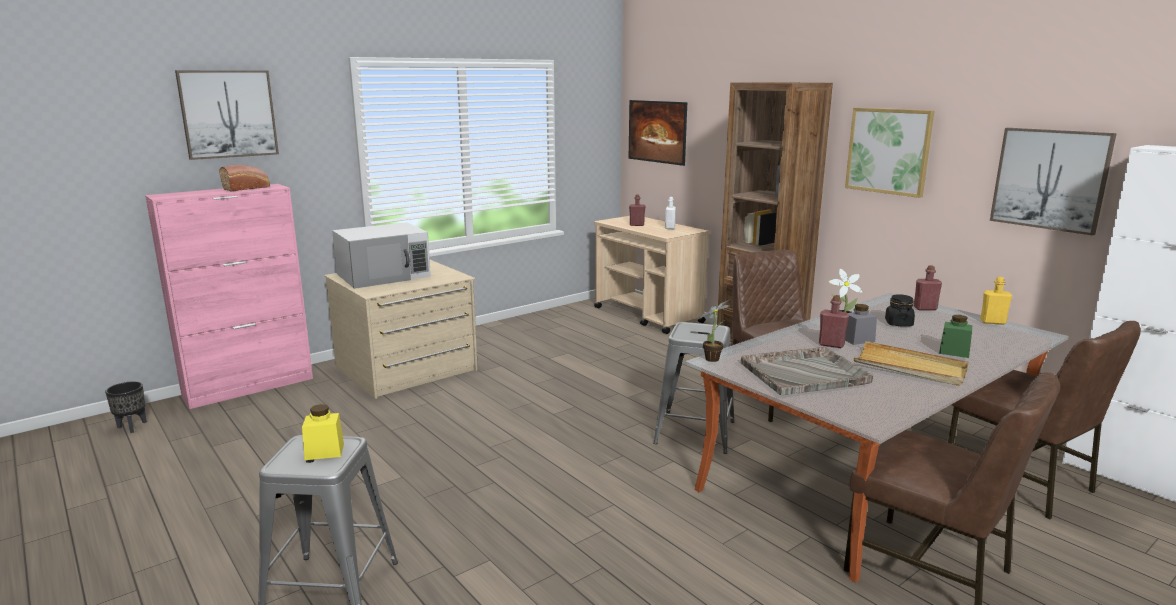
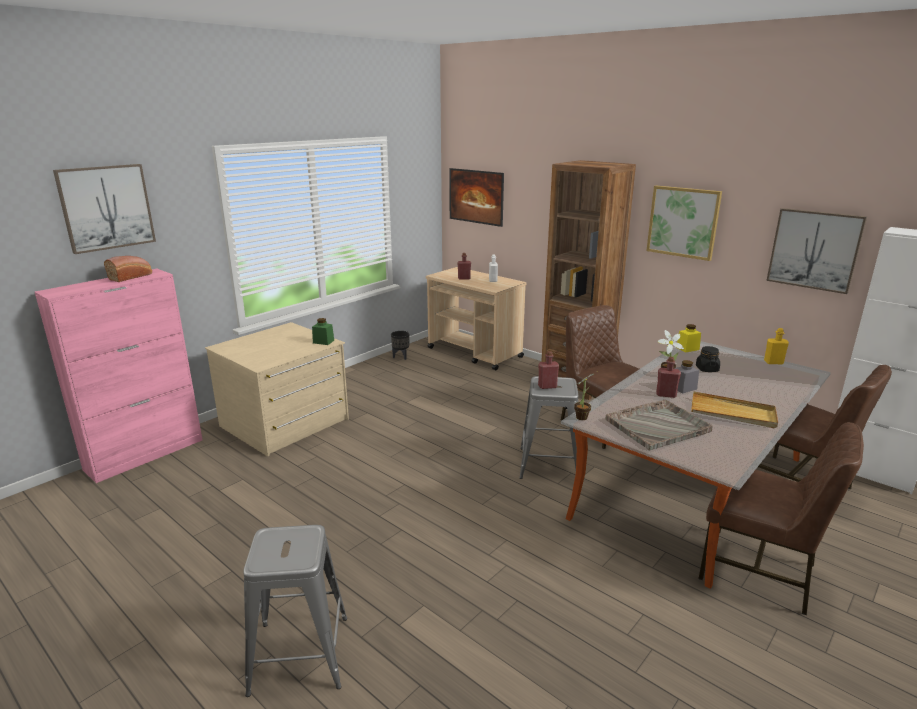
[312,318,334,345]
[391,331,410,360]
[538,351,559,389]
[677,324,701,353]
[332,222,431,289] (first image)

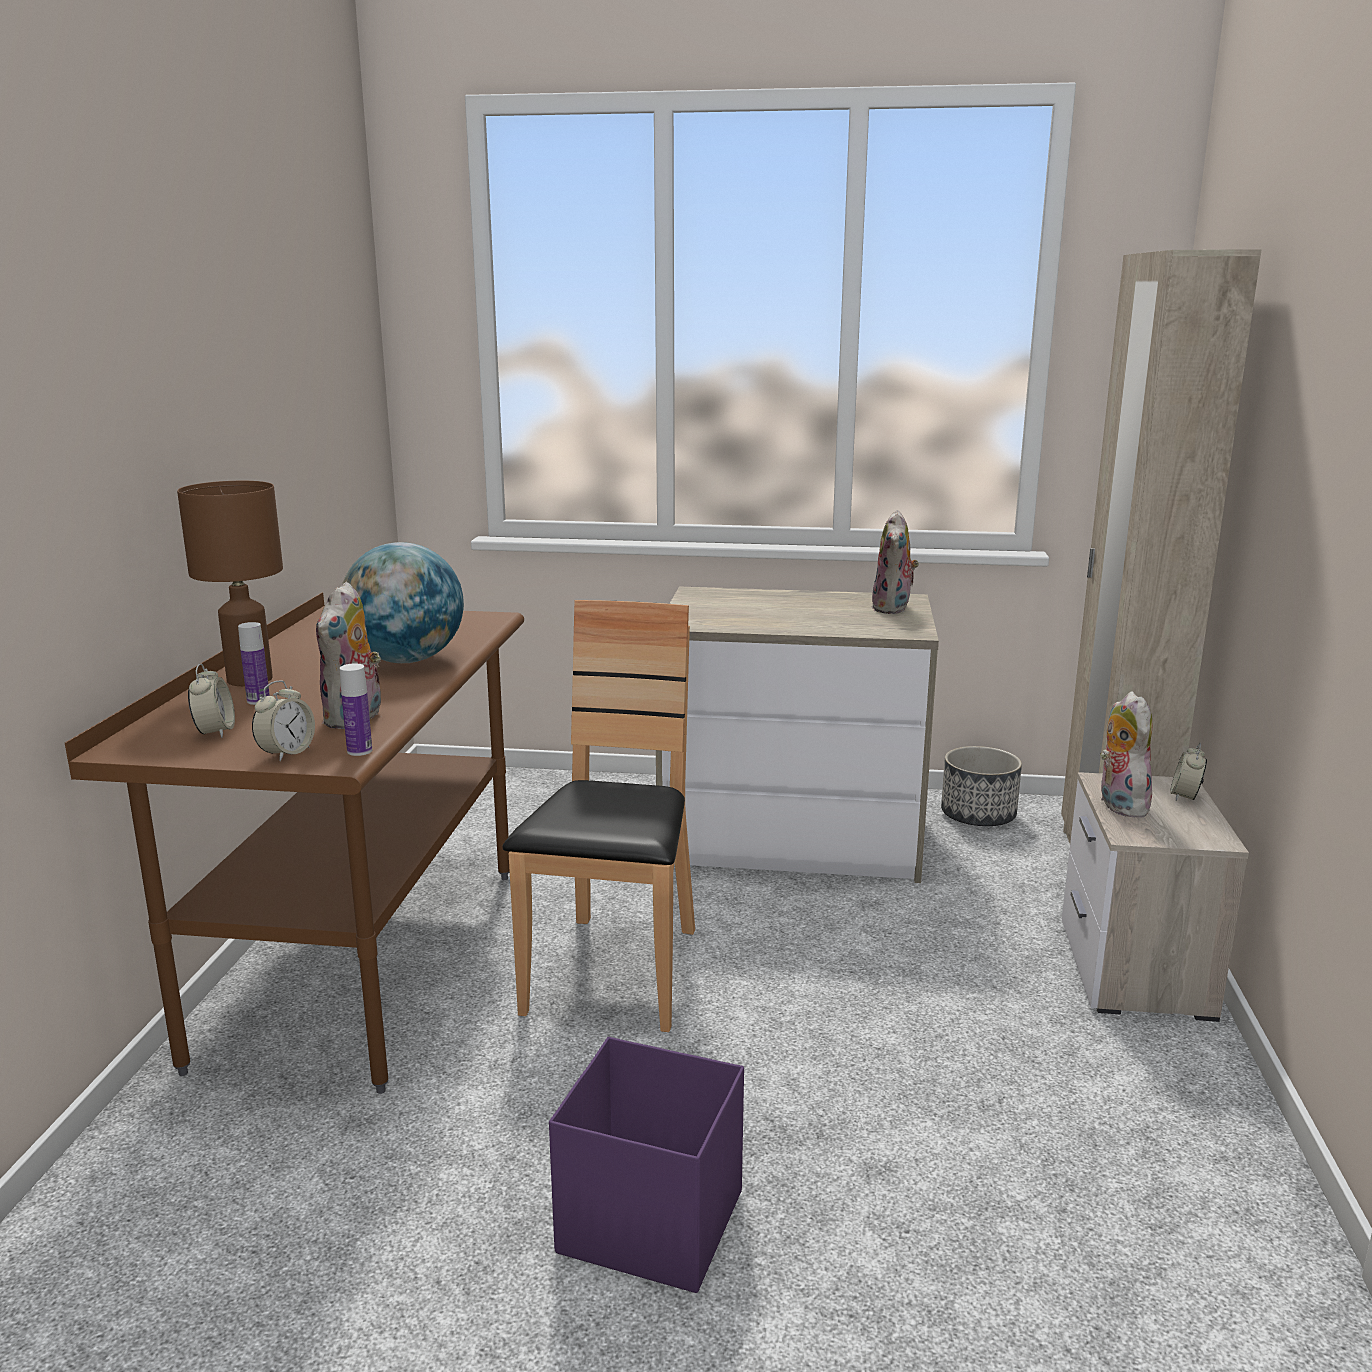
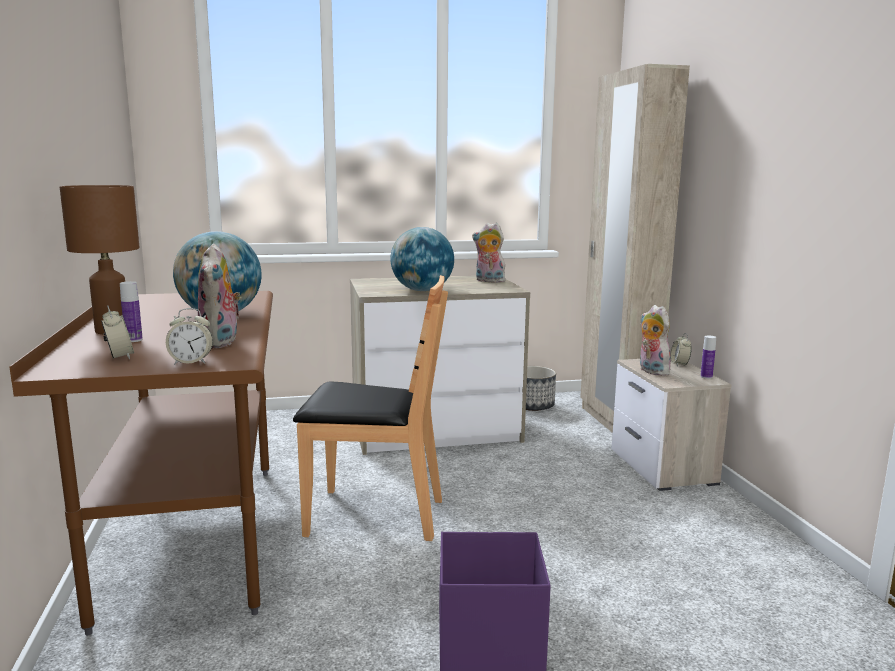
[166,308,213,365]
[293,275,448,541]
[390,227,454,291]
[472,223,507,283]
[700,335,716,379]

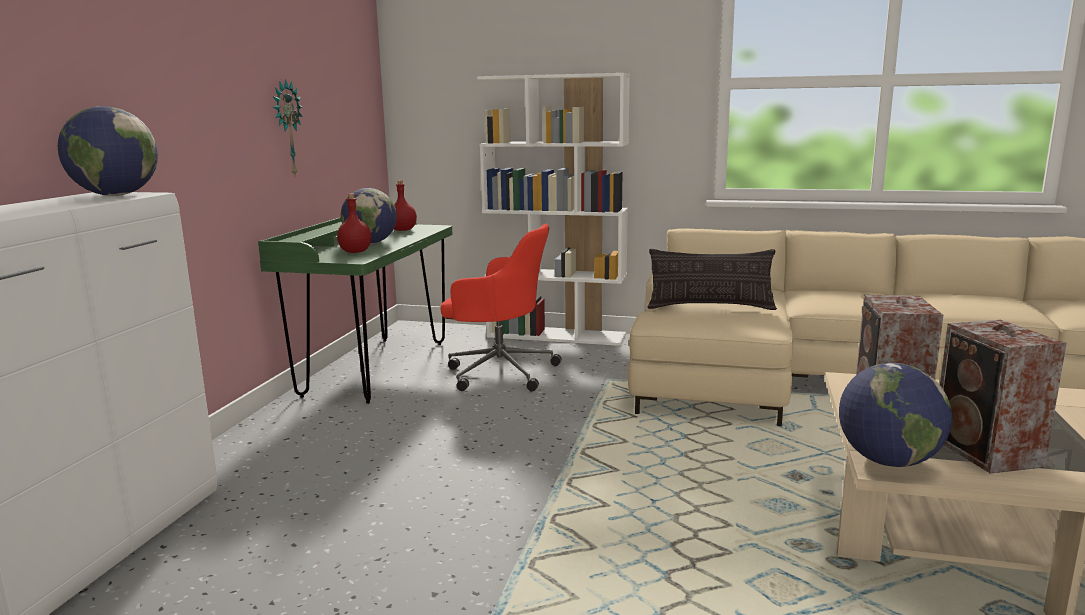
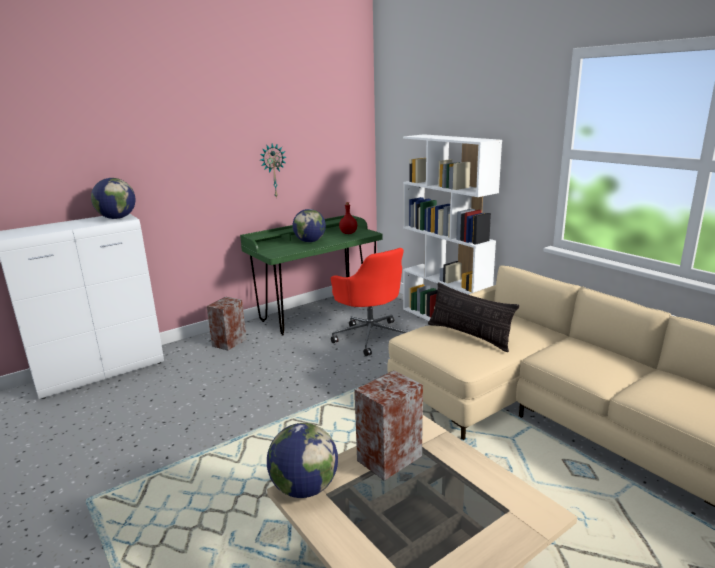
[207,297,247,350]
[337,194,371,253] (first image)

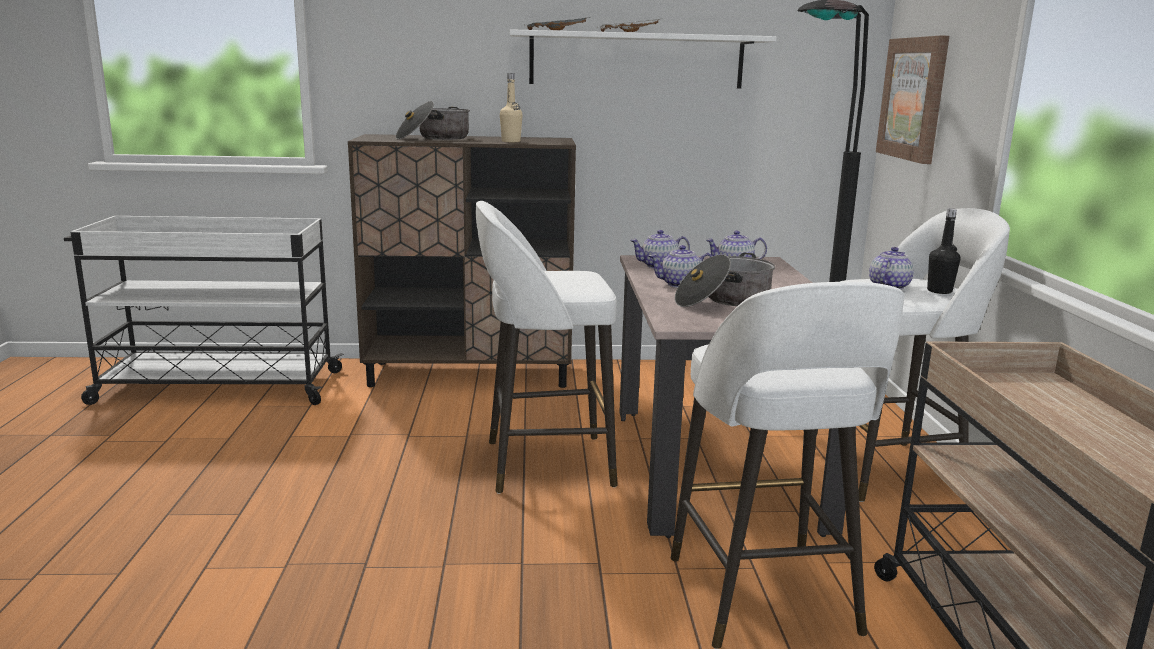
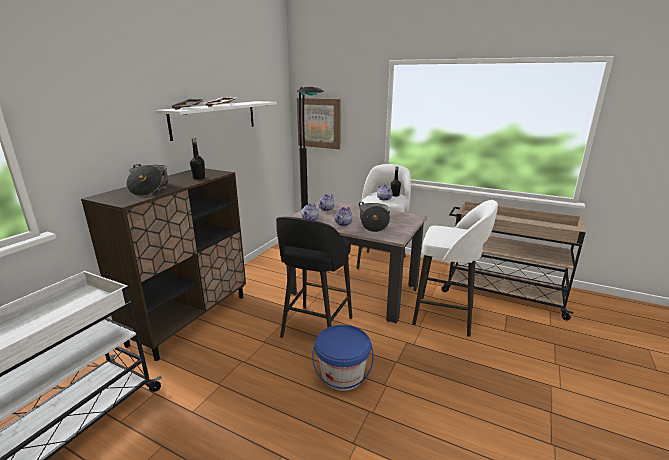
[190,138,205,180]
[276,217,352,338]
[312,325,374,391]

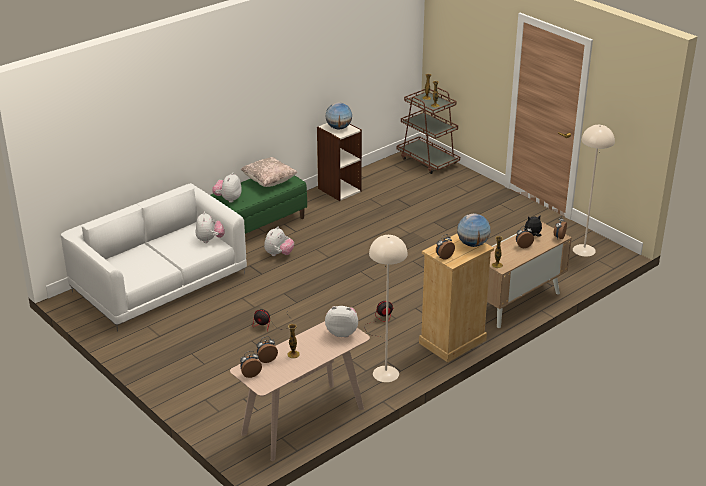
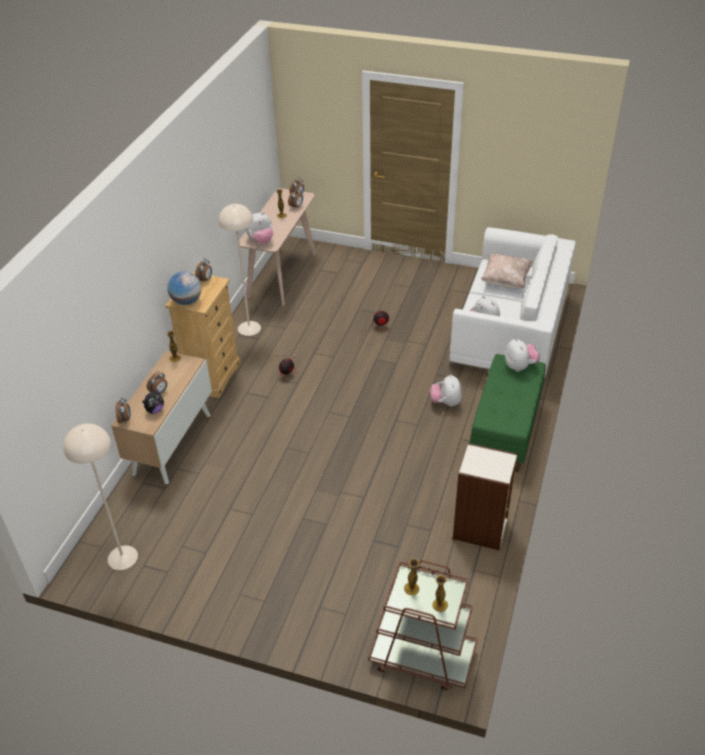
[481,253,533,288]
[325,103,352,129] (first image)

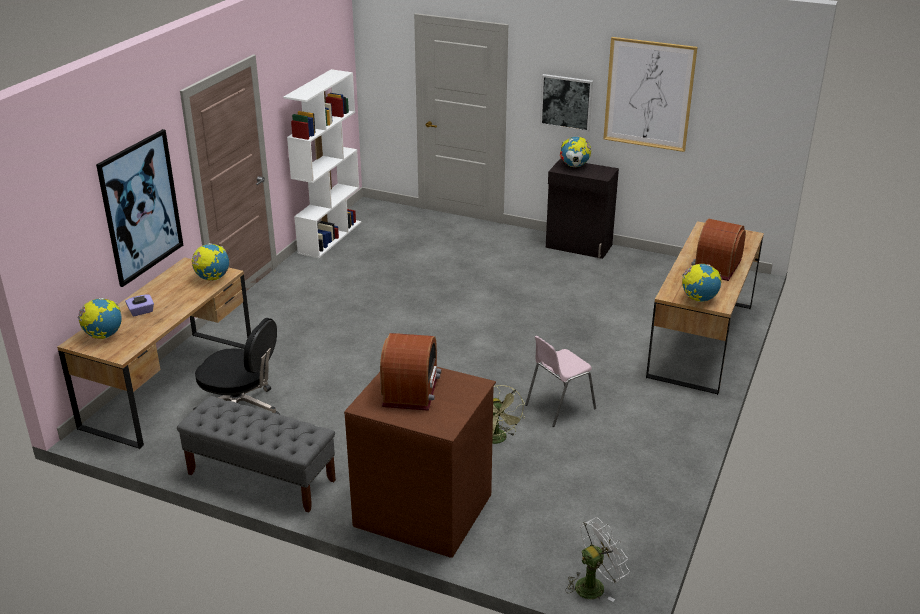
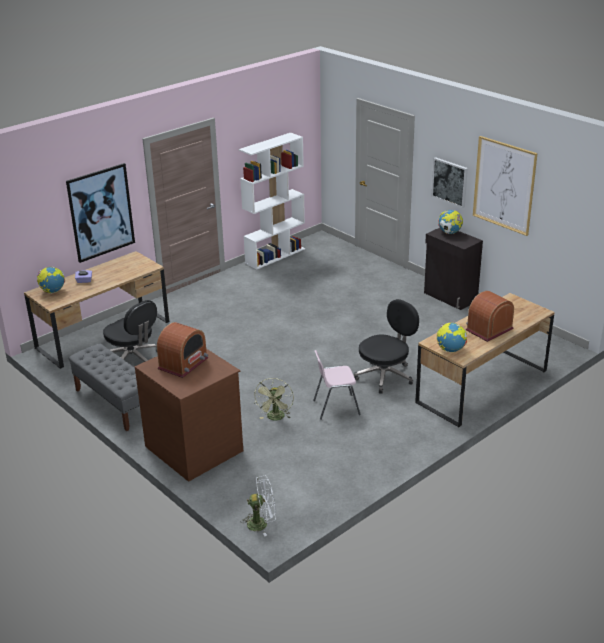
[354,299,419,394]
[192,243,229,281] (first image)

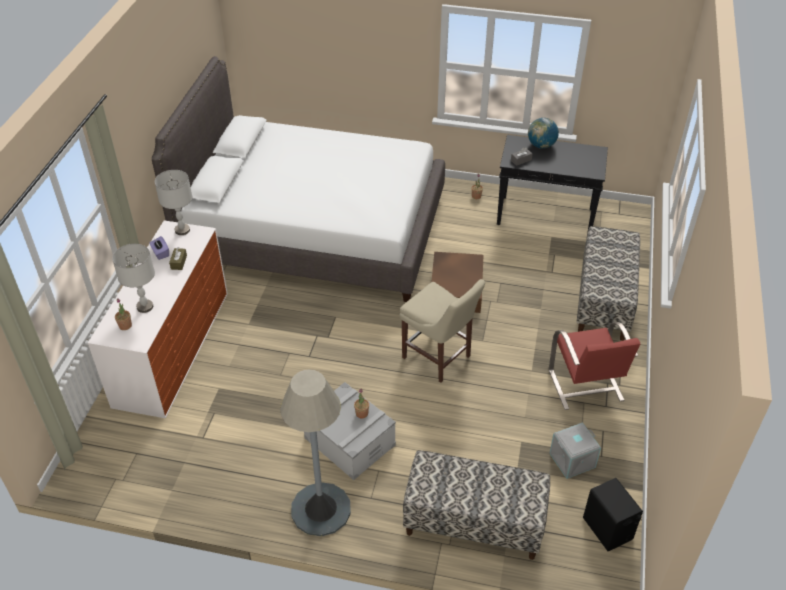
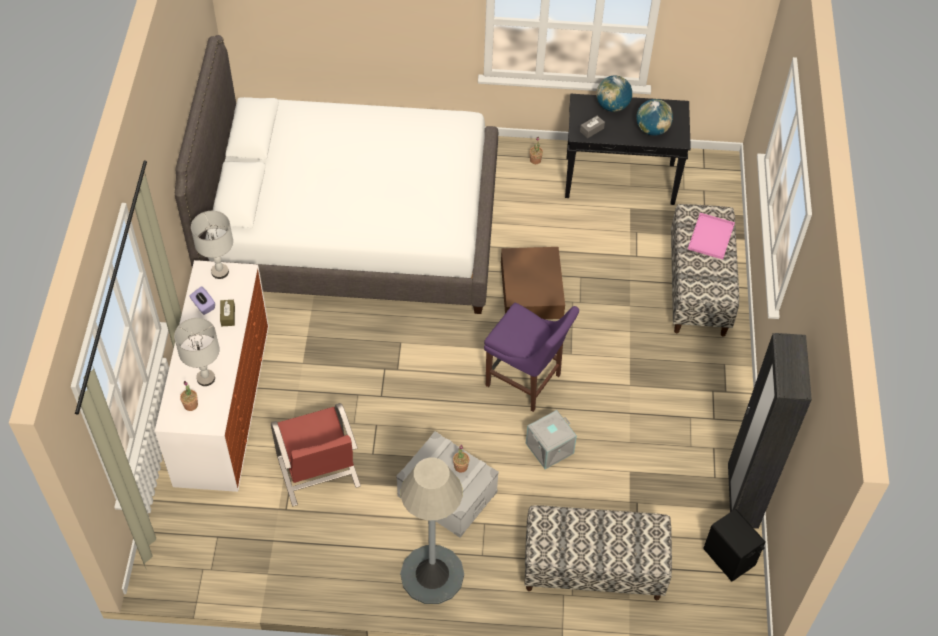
[271,403,361,506]
[484,303,579,412]
[526,410,577,469]
[636,99,673,136]
[688,213,735,259]
[728,333,812,529]

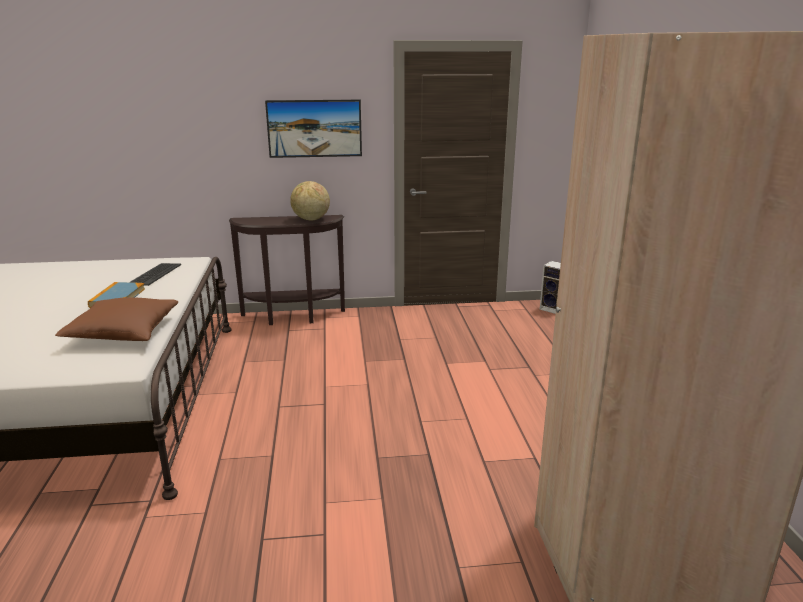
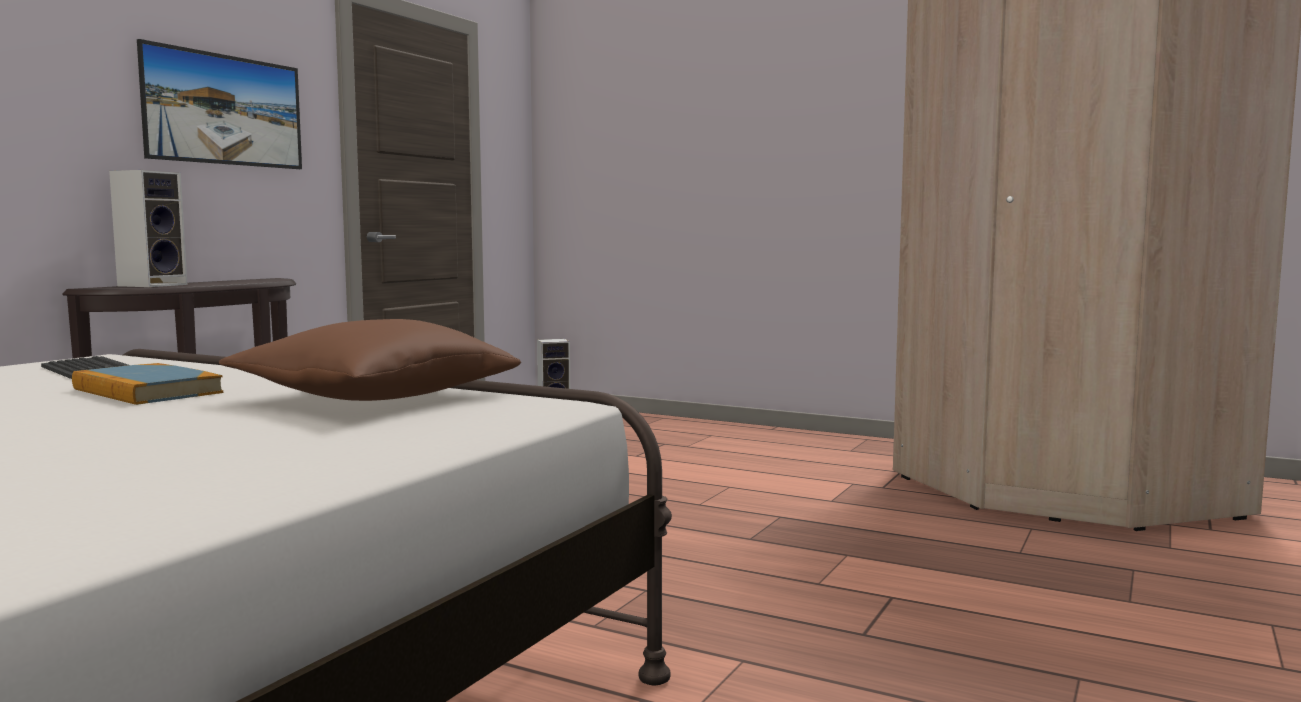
[109,170,187,287]
[290,181,330,220] (first image)

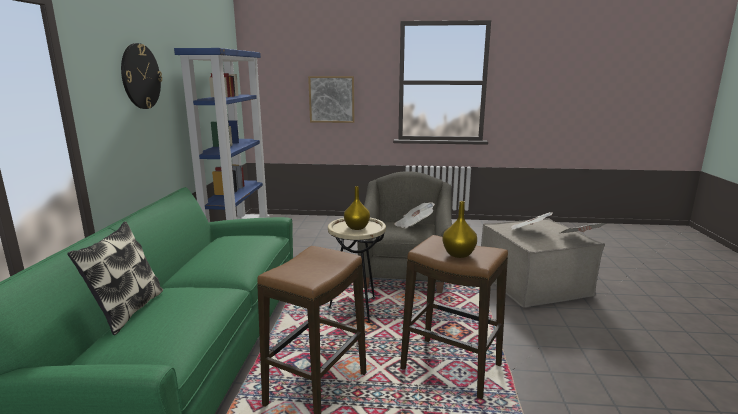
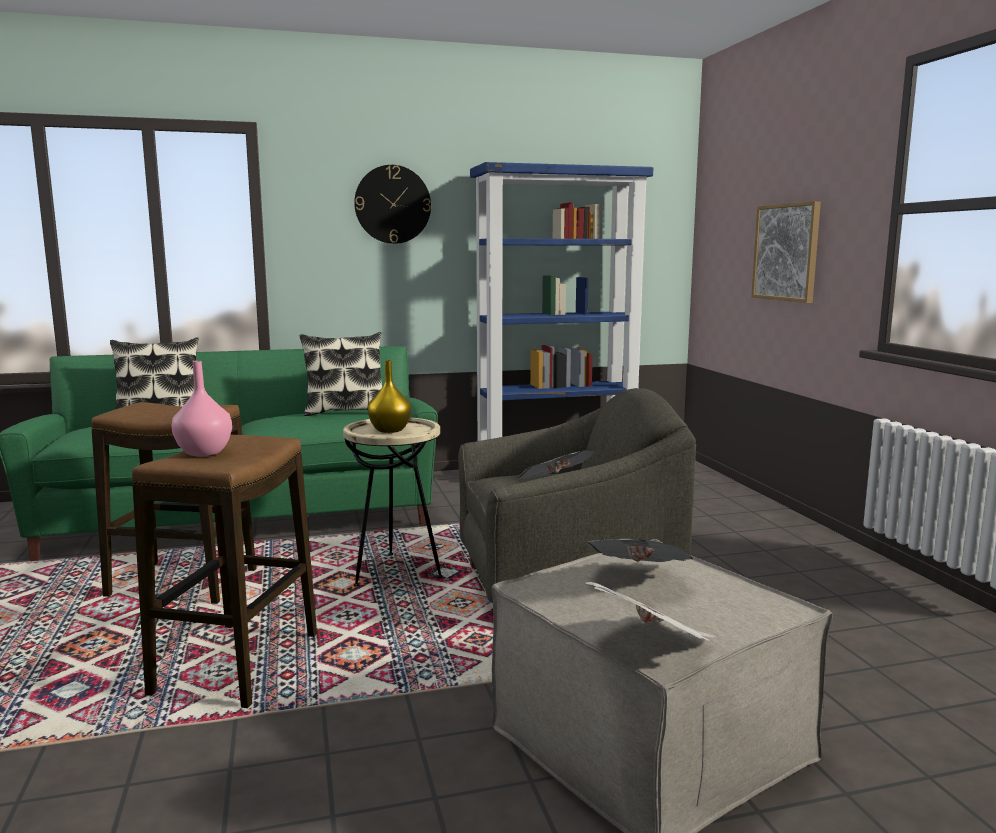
[172,361,232,456]
[299,332,382,416]

